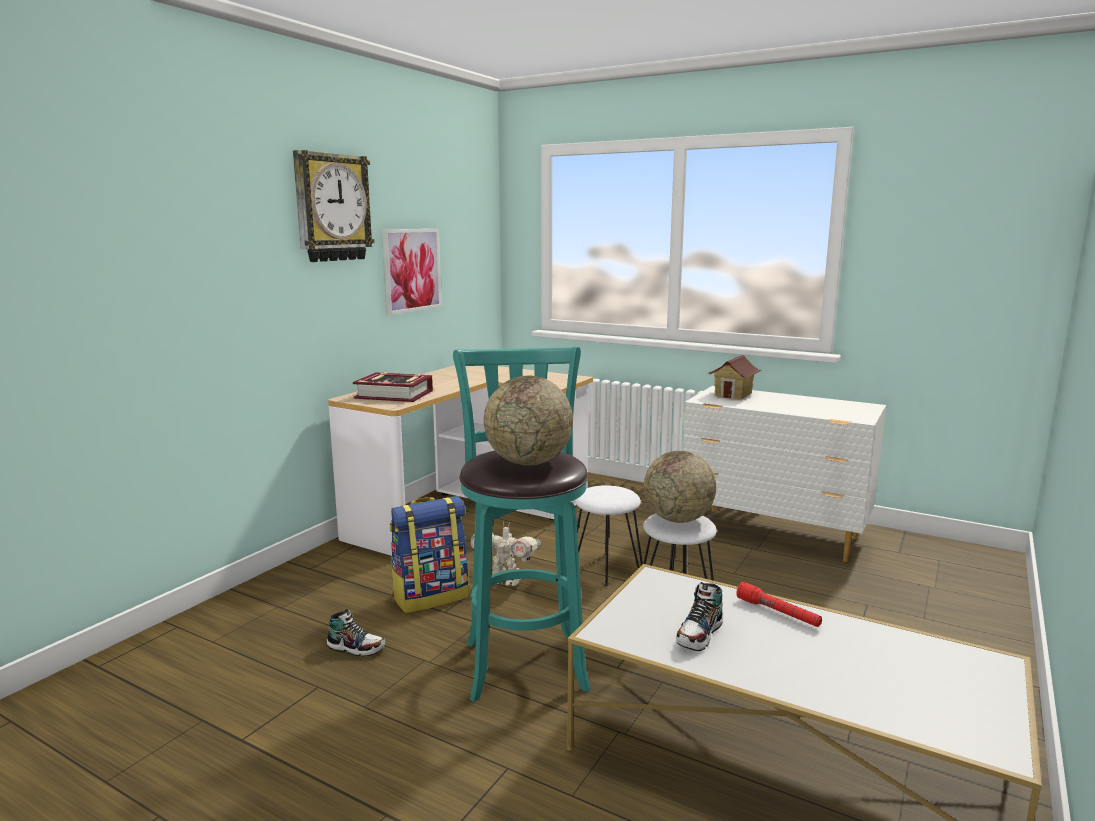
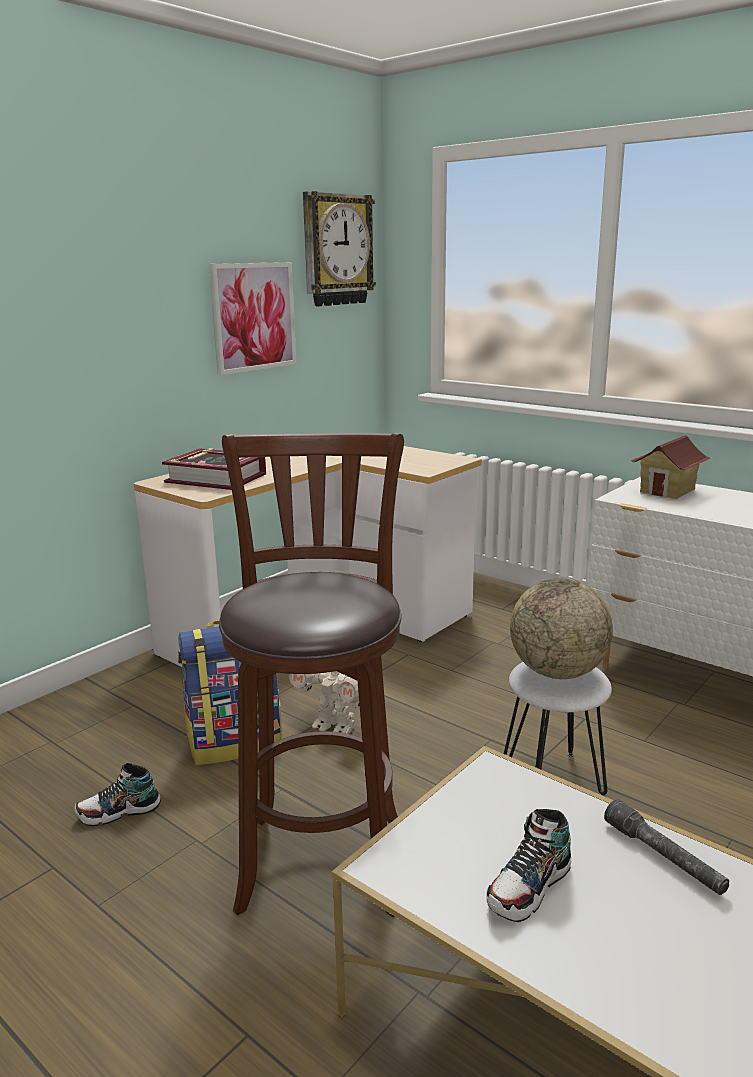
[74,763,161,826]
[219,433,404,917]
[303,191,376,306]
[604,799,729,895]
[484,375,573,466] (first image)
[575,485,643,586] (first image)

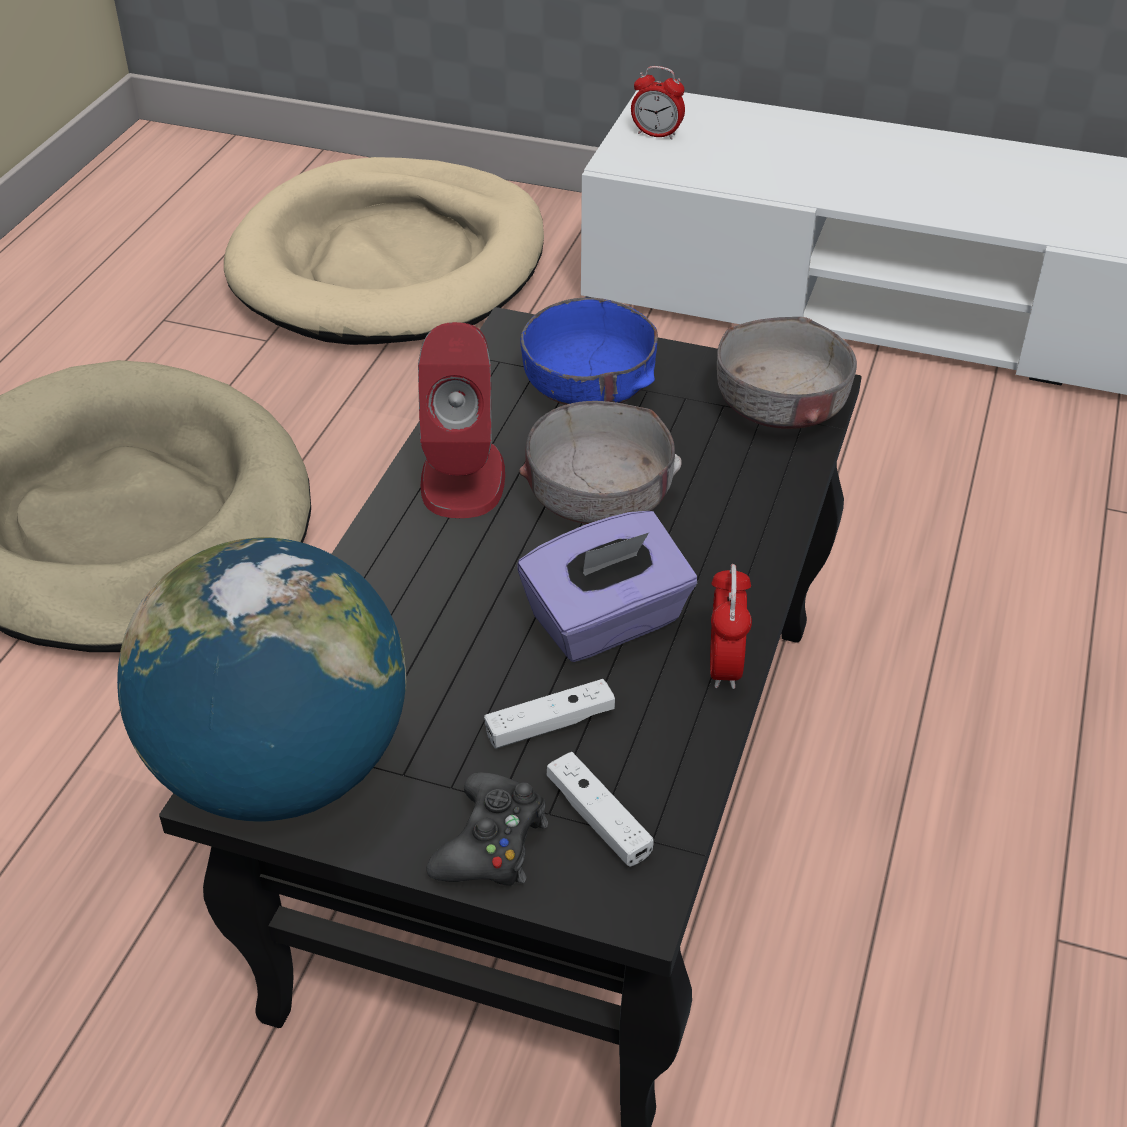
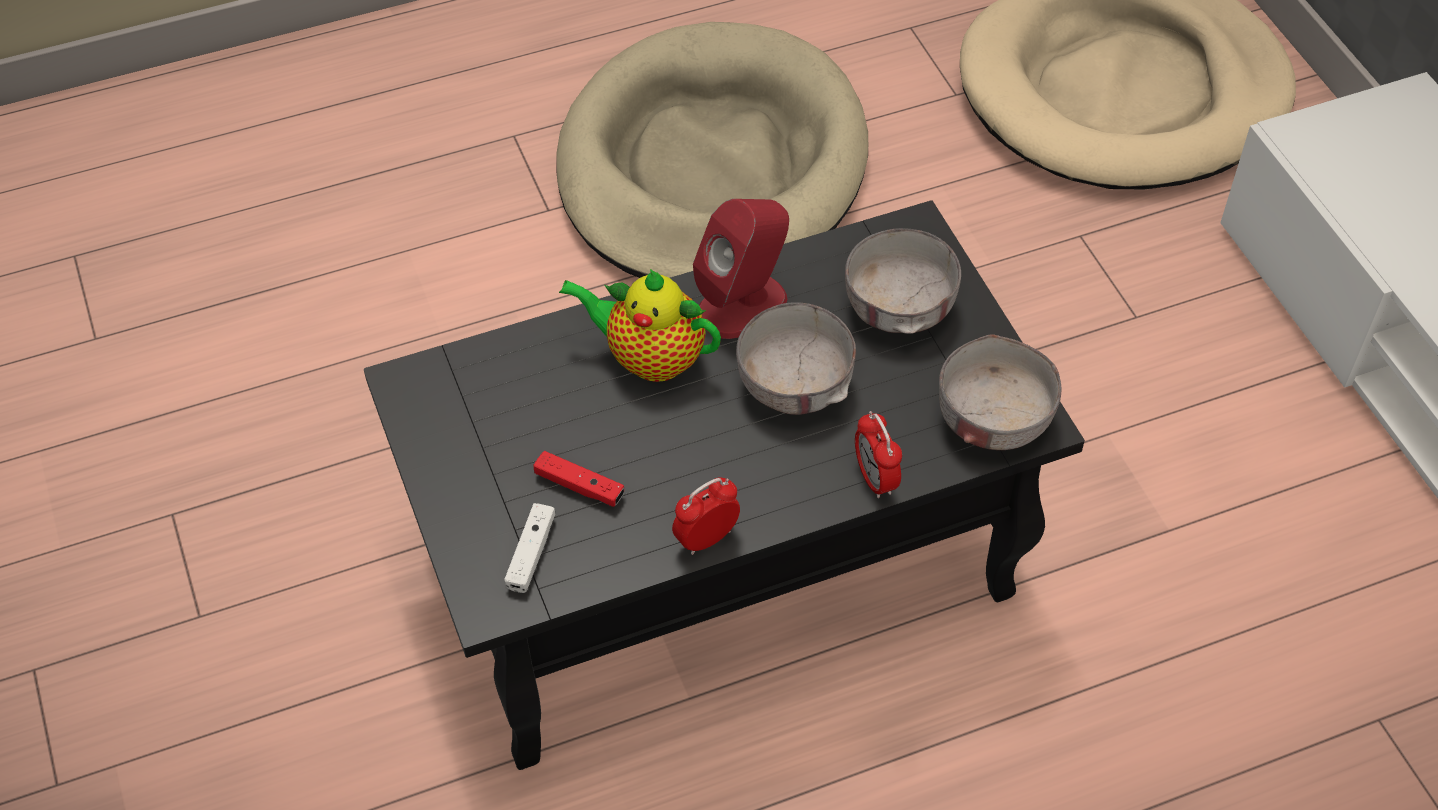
[533,451,624,507]
[559,269,721,382]
[845,228,961,334]
[855,411,902,498]
[117,537,406,822] (first image)
[426,772,548,886] (first image)
[517,511,697,662] (first image)

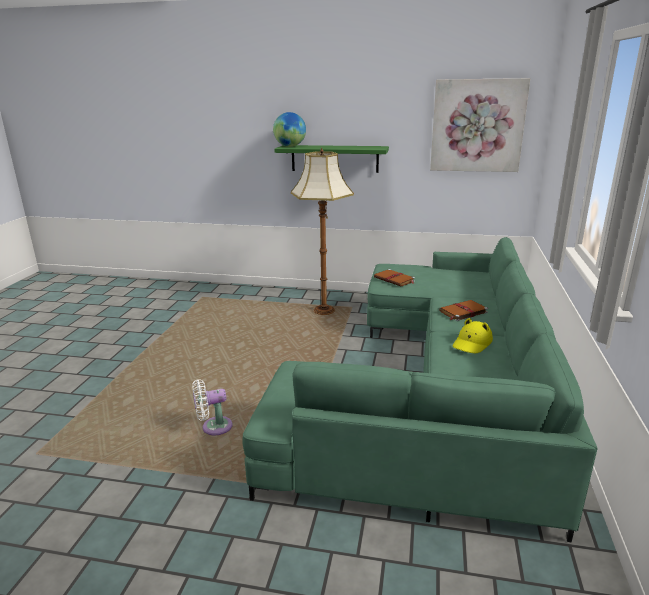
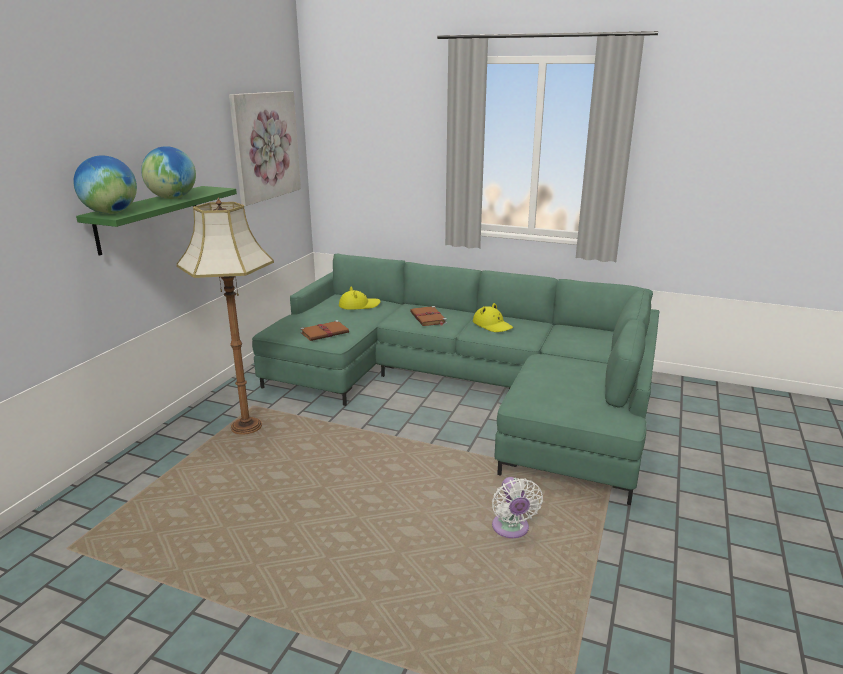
[141,146,196,199]
[339,286,381,310]

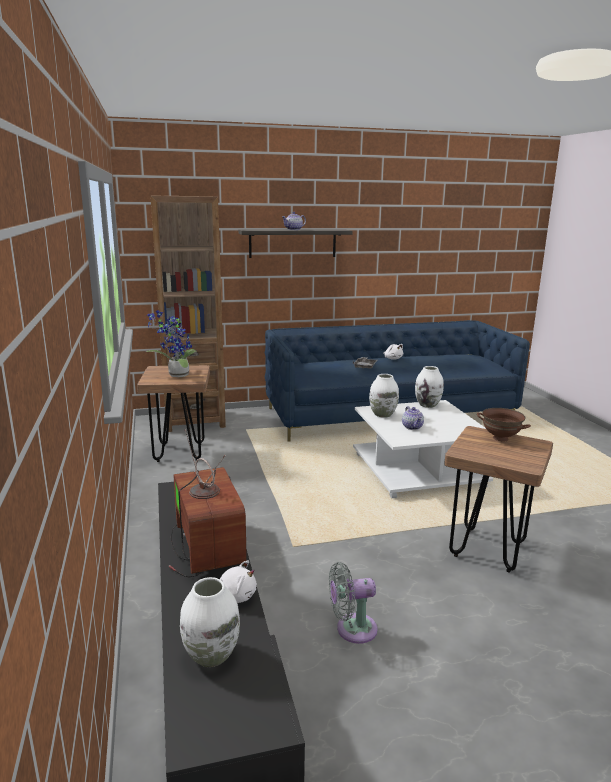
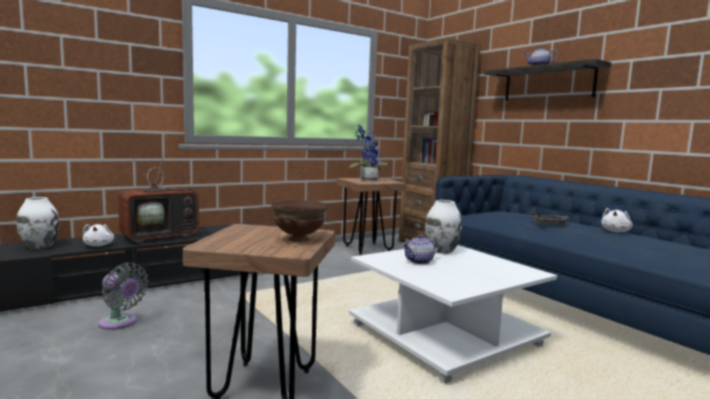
[98,262,149,330]
[415,366,444,408] (first image)

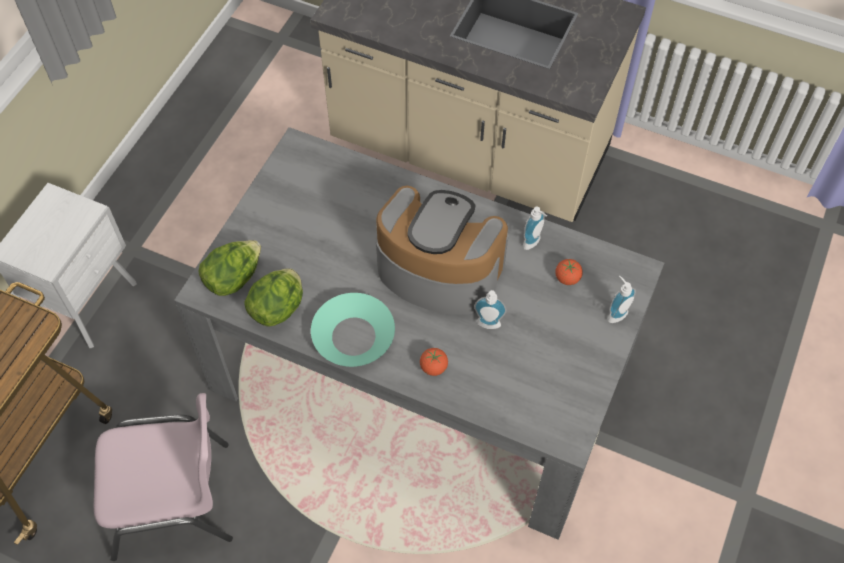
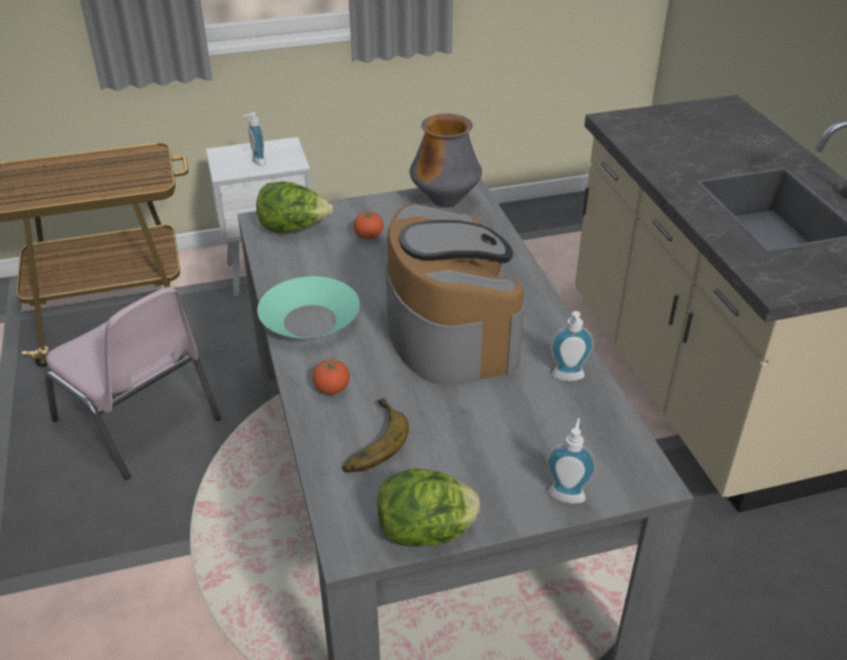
[242,112,265,166]
[342,398,409,472]
[354,211,384,239]
[377,468,480,547]
[410,113,482,208]

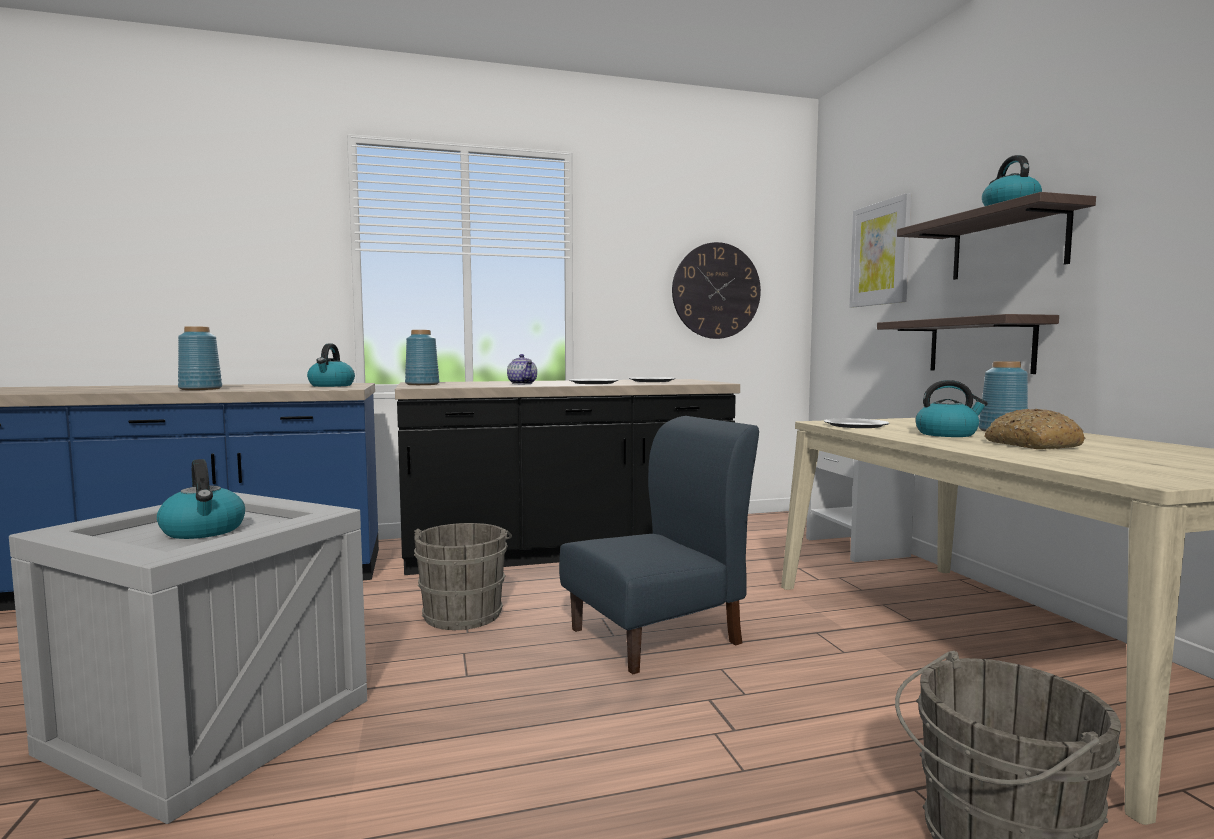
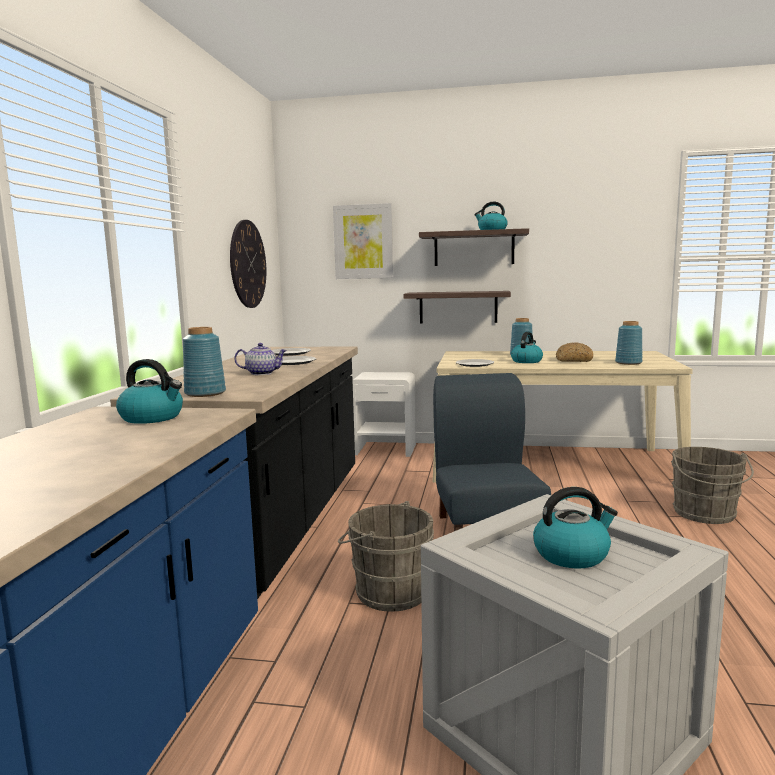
[615,321,643,365]

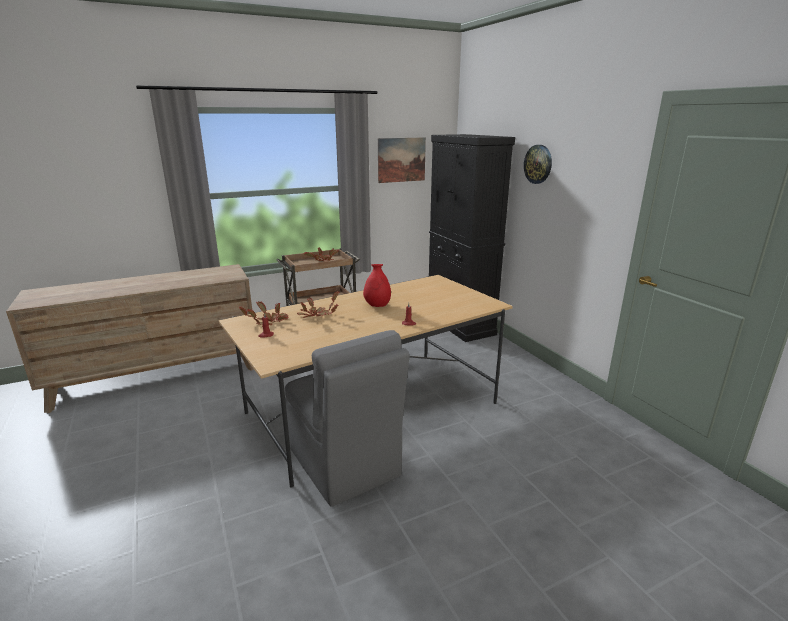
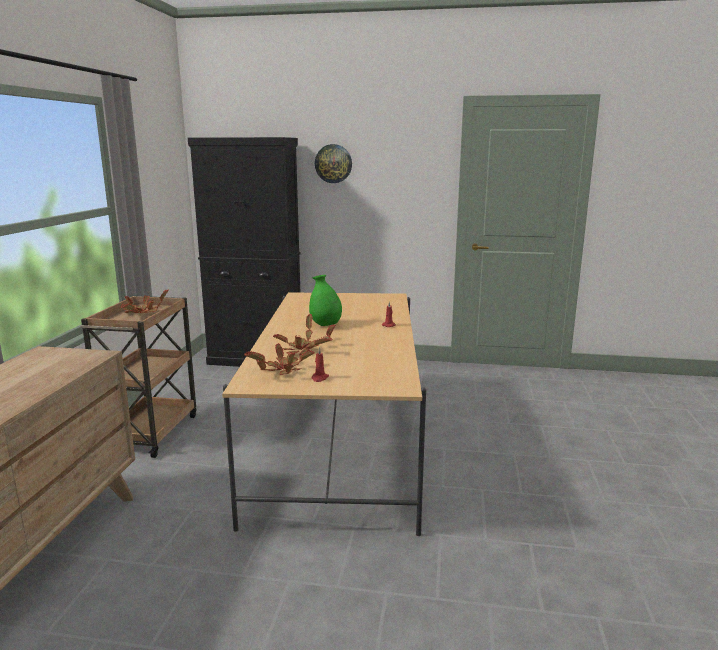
[309,275,342,326]
[285,330,410,507] (first image)
[378,137,426,183] (first image)

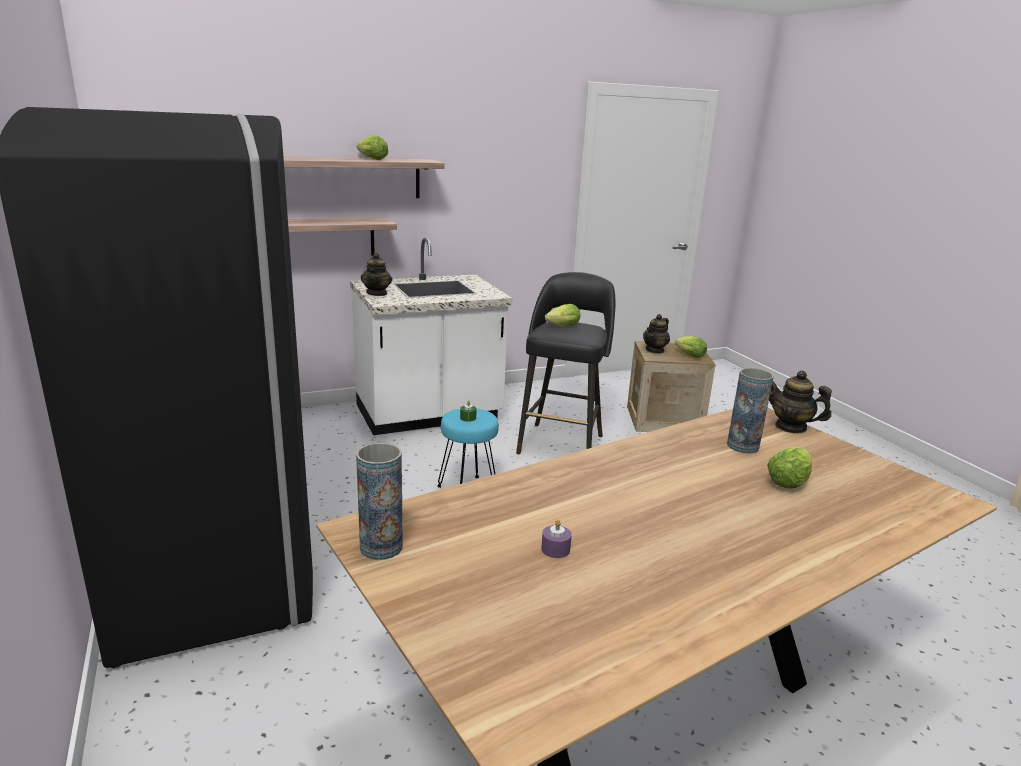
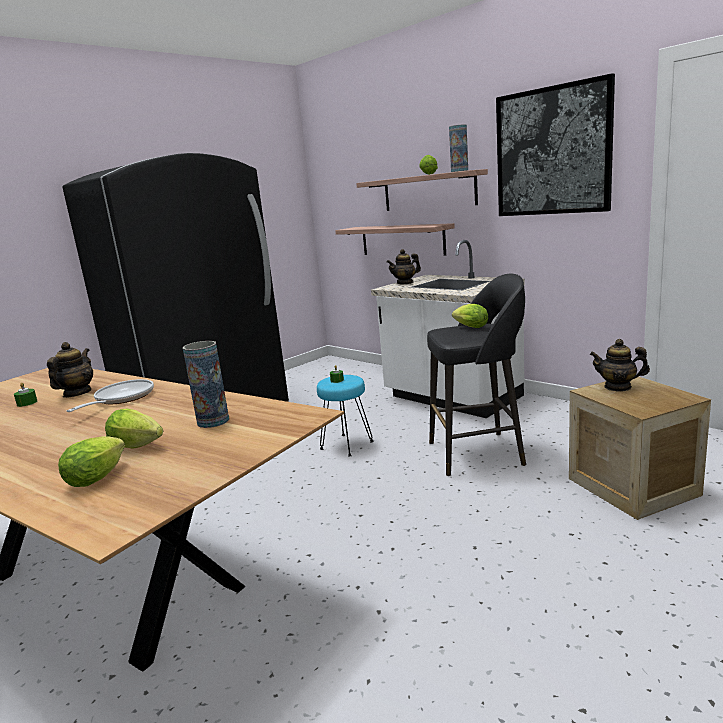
[14,383,37,407]
[47,342,93,398]
[58,436,125,487]
[67,379,154,412]
[449,124,468,172]
[496,73,615,216]

